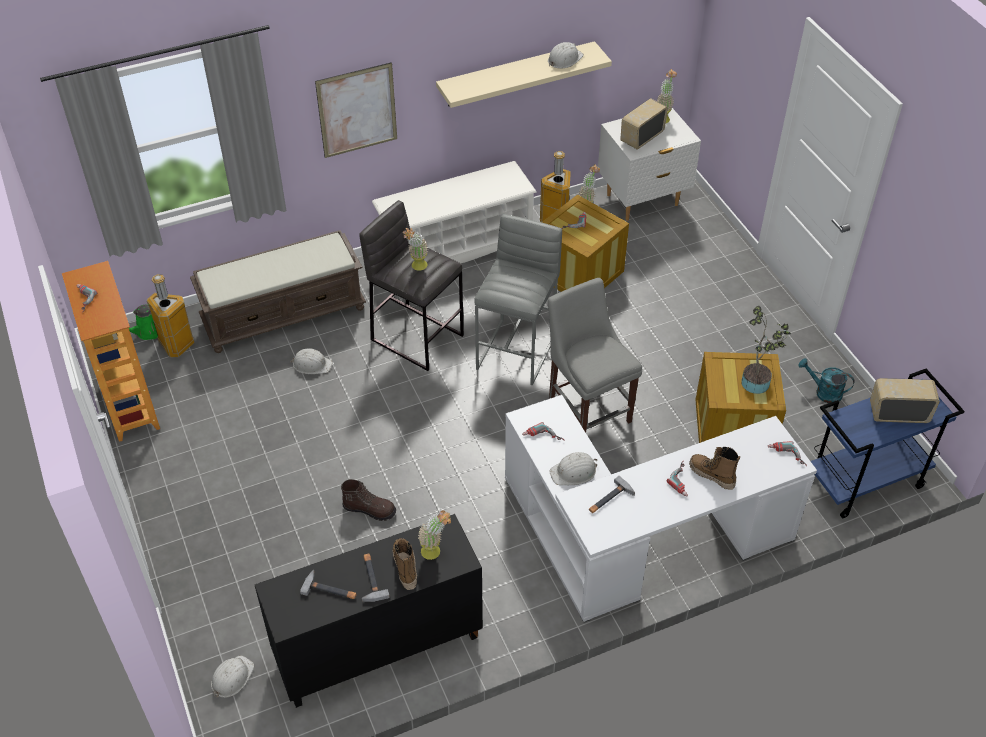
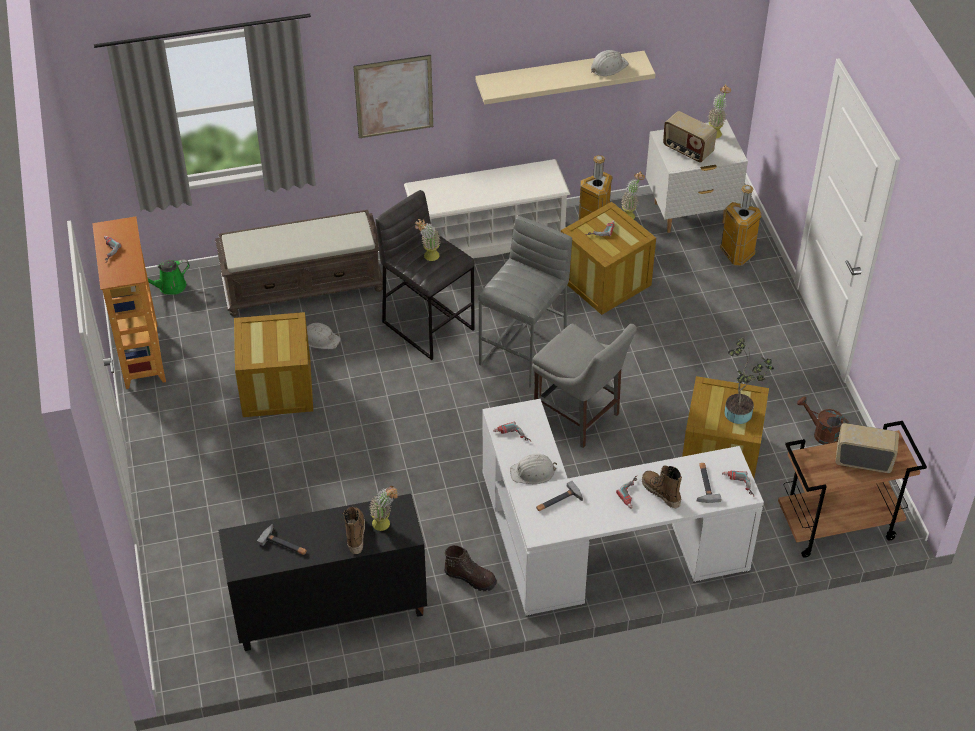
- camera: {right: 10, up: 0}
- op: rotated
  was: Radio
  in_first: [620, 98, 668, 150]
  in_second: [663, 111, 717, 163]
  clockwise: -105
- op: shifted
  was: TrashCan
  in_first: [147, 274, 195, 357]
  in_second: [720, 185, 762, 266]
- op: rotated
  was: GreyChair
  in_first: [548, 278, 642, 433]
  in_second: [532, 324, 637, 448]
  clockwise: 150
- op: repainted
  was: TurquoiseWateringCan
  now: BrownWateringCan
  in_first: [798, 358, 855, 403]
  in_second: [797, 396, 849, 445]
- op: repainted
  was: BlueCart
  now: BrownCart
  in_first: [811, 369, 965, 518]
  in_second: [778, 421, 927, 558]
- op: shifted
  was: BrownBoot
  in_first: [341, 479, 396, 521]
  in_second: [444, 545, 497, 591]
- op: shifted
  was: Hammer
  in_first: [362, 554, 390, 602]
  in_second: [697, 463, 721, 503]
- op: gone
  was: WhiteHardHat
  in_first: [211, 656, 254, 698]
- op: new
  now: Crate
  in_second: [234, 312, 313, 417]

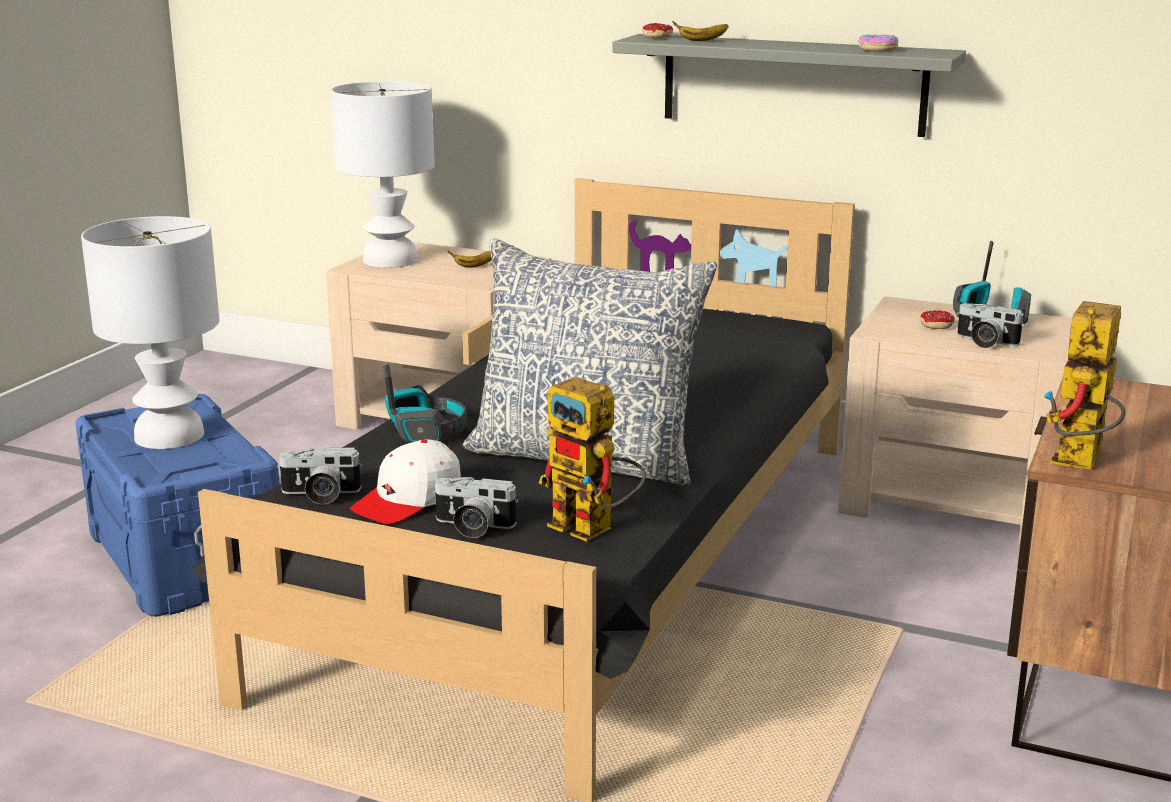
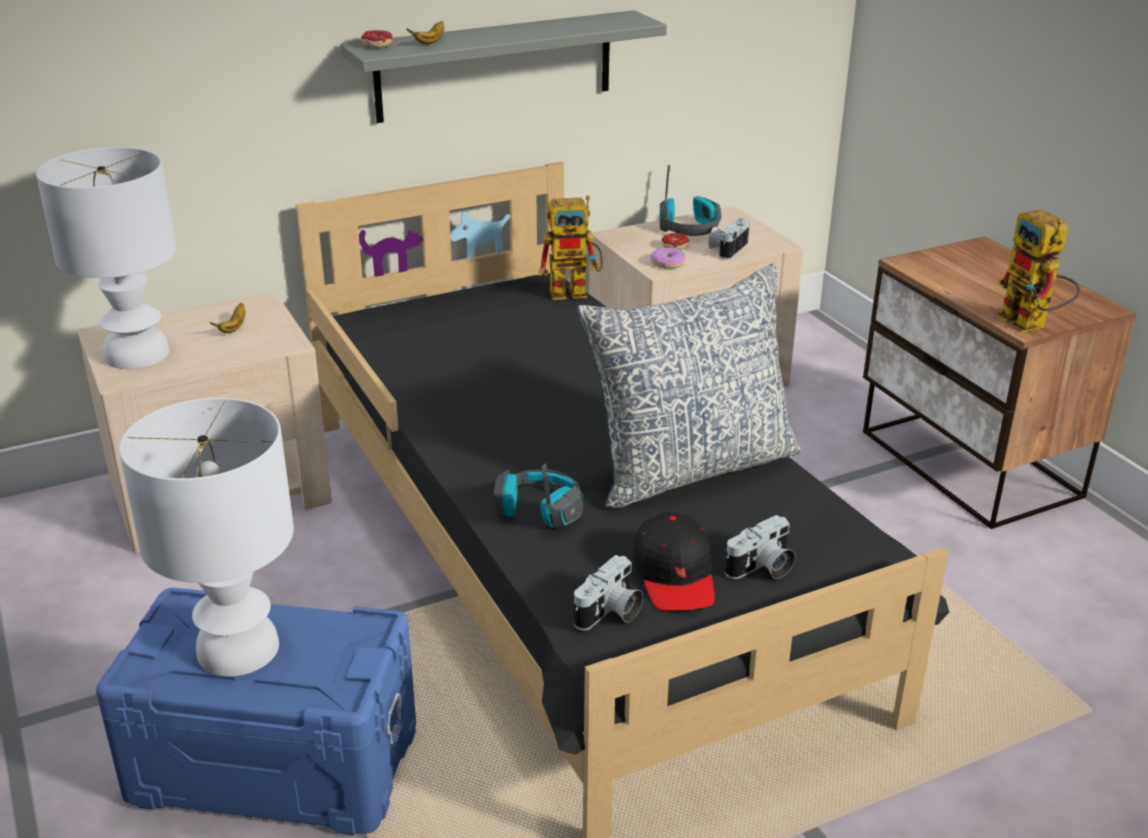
- camera: {right: -50, up: 10}
- op: shifted
  was: Donut
  in_first: [858, 34, 898, 52]
  in_second: [650, 247, 686, 269]
- op: rotated
  was: PhotoCamera
  in_first: [957, 303, 1024, 348]
  in_second: [709, 218, 750, 260]
  clockwise: 135
- op: shifted
  was: ToyRobot
  in_first: [539, 377, 646, 542]
  in_second: [538, 195, 603, 300]
- op: repainted
  was: WhiteCap
  now: BlackCap
  in_first: [350, 439, 461, 524]
  in_second: [633, 512, 715, 611]

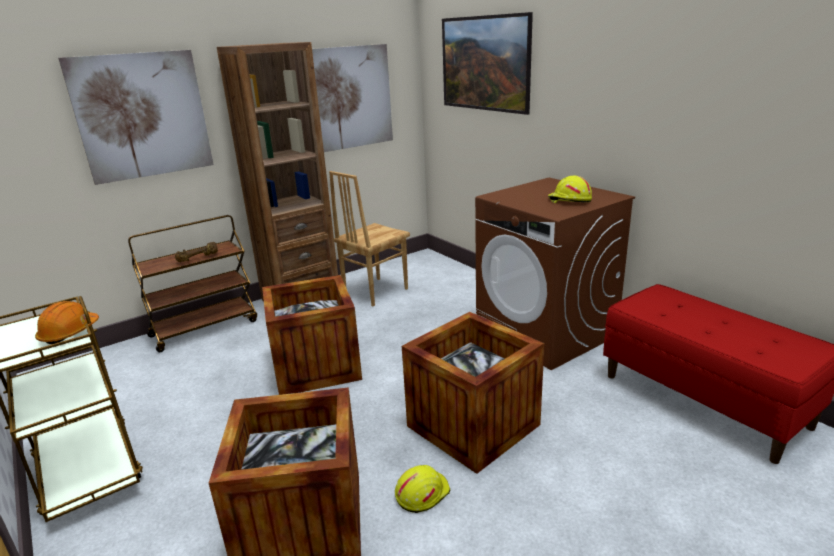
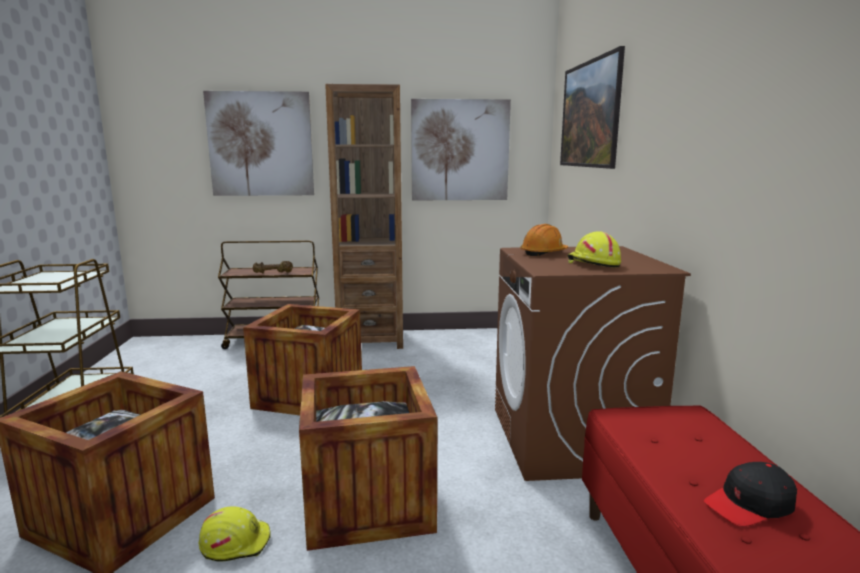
- camera: {right: 30, up: -10}
- op: gone
  was: BrownChair
  in_first: [329, 171, 410, 306]
- op: shifted
  was: OrangeHardHat
  in_first: [35, 301, 99, 344]
  in_second: [520, 224, 568, 256]
- op: new
  now: BlackCap
  in_second: [704, 462, 797, 526]

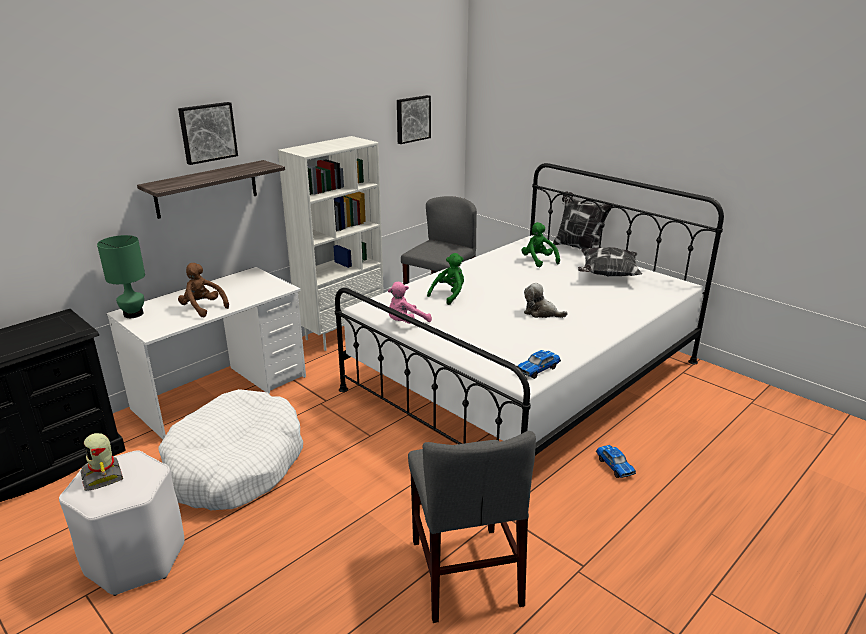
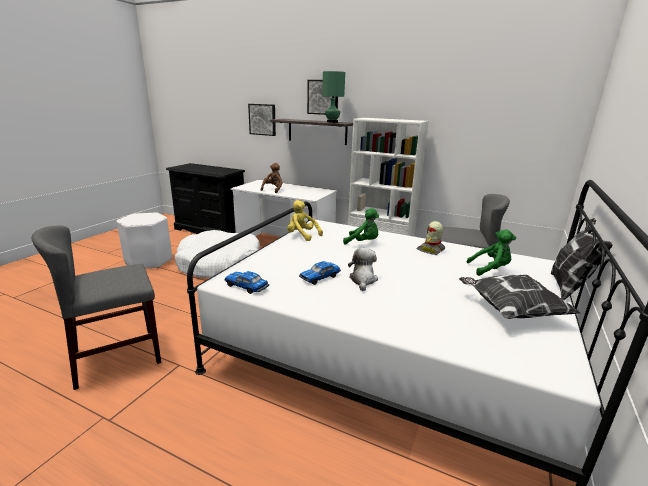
- camera: {right: 70, up: -5}
- op: shifted
  was: Picture
  in_first: [397, 95, 431, 144]
  in_second: [248, 104, 276, 136]
- op: rotated
  was: GreenPlushToy
  in_first: [521, 222, 560, 267]
  in_second: [467, 229, 516, 276]
  clockwise: 45
- op: shifted
  was: GreenTableLamp
  in_first: [97, 235, 145, 318]
  in_second: [322, 71, 345, 123]
- op: repainted
  was: PinkPlushToy
  now: YellowPlushToy
  in_first: [388, 282, 432, 324]
  in_second: [287, 200, 323, 241]
- op: shifted
  was: ToyRobot
  in_first: [81, 433, 123, 491]
  in_second: [417, 221, 445, 255]
- op: shifted
  was: ToyCar
  in_first: [596, 445, 636, 478]
  in_second: [299, 261, 341, 285]

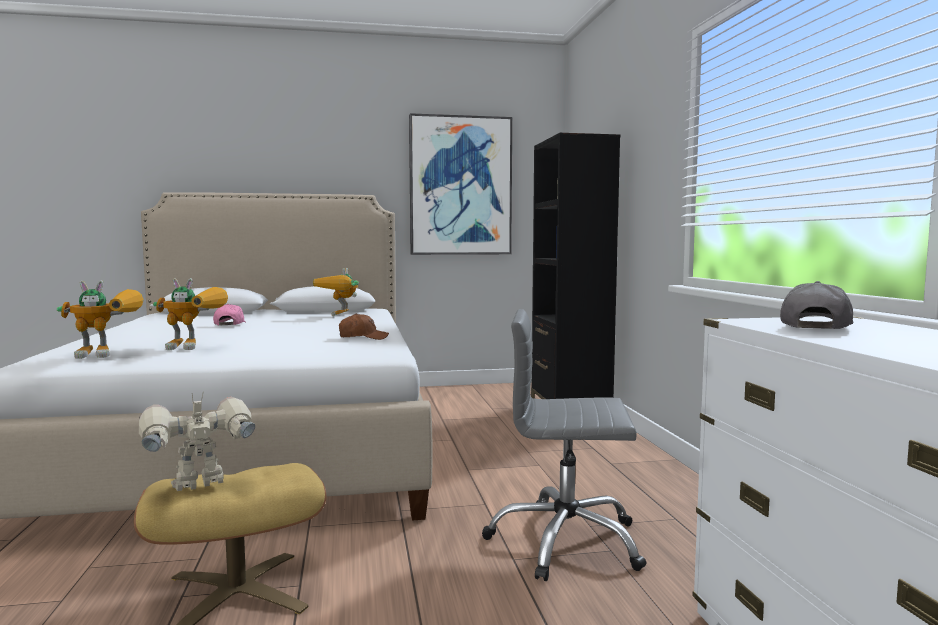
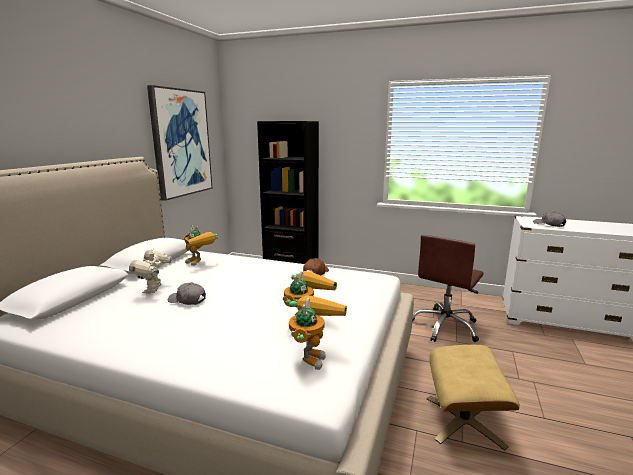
- camera: {right: -60, up: 10}
- op: repainted
  was: PinkCap
  now: GreyCap
  in_first: [213, 304, 246, 326]
  in_second: [168, 282, 206, 305]
- op: repainted
  was: GreyOfficeChair
  now: BrownOfficeChair
  in_first: [482, 309, 647, 581]
  in_second: [412, 235, 484, 342]
- op: shifted
  was: ToyRobot
  in_first: [139, 391, 255, 491]
  in_second: [129, 250, 172, 294]

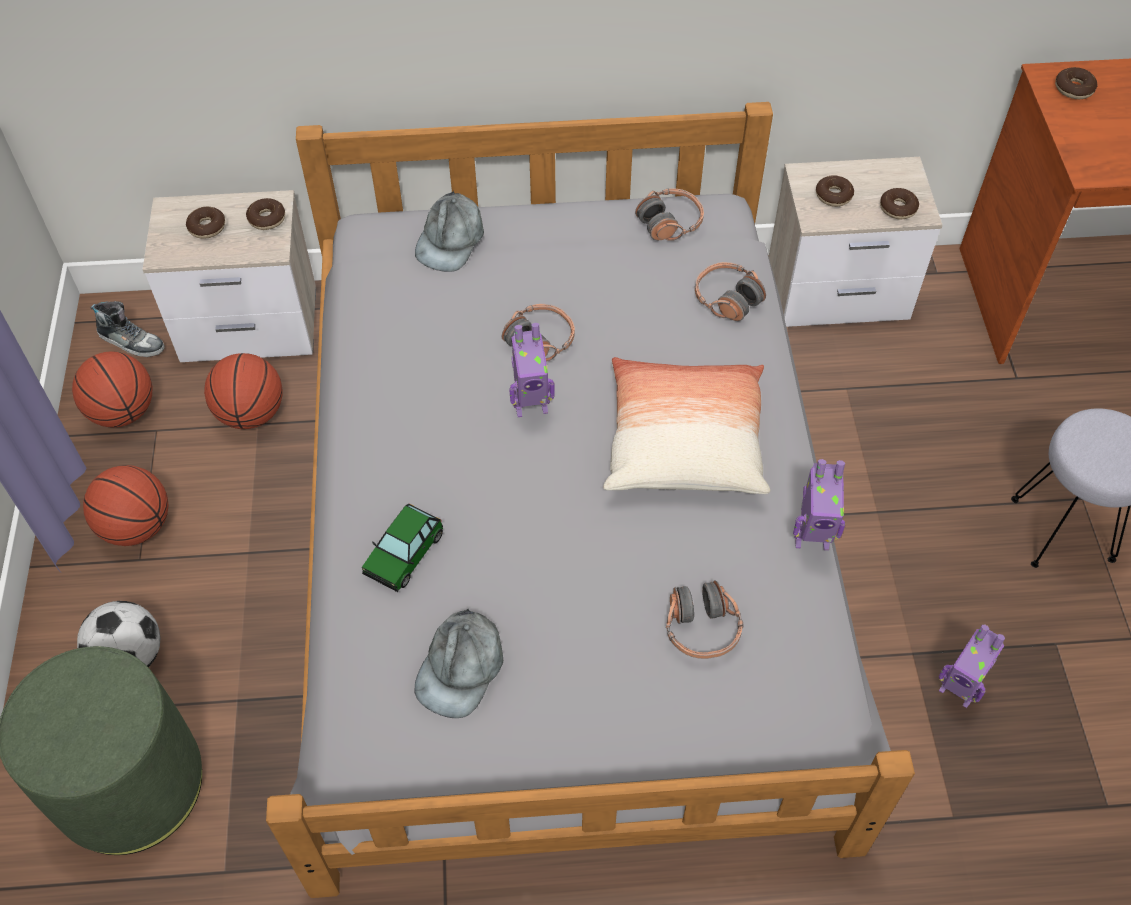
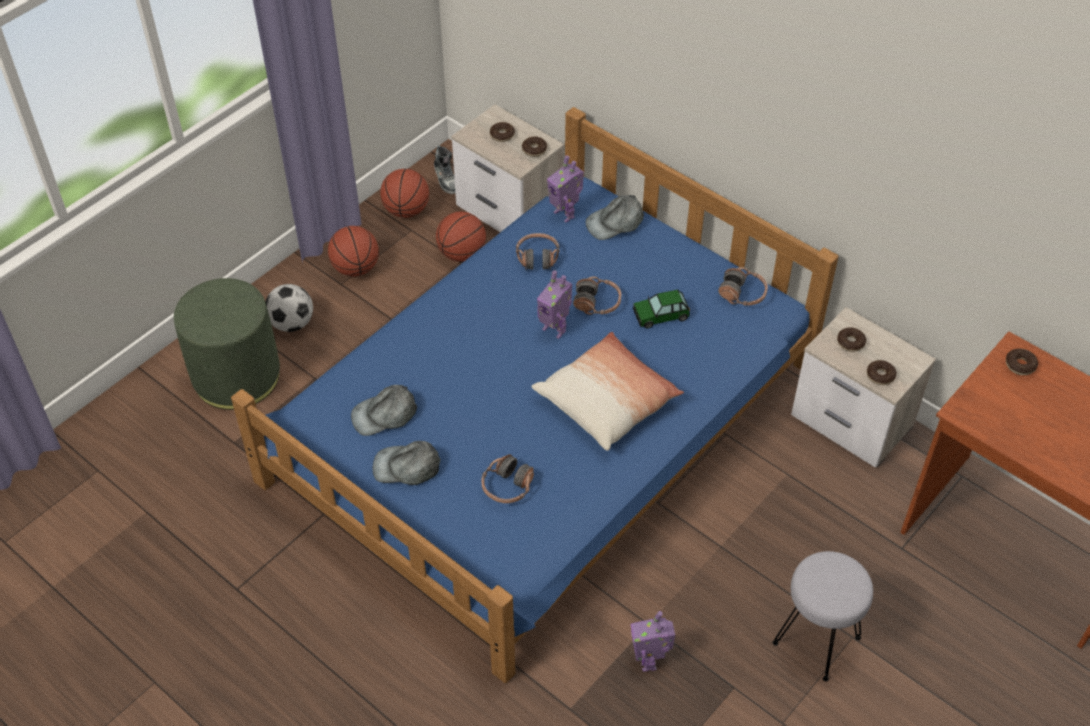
- camera: {right: 45, up: -5}
- op: repainted
  was: GreyBed
  now: BlueBed
  in_first: [266, 102, 915, 898]
  in_second: [231, 107, 839, 683]
- op: shifted
  was: Headphones
  in_first: [695, 262, 766, 321]
  in_second: [516, 233, 560, 270]
- op: shifted
  was: ToyRobot
  in_first: [793, 459, 845, 550]
  in_second: [547, 155, 584, 223]
- op: shifted
  was: ToyCar
  in_first: [362, 503, 443, 592]
  in_second: [633, 290, 690, 328]
- op: new
  now: GreyCap
  in_second: [373, 441, 440, 485]

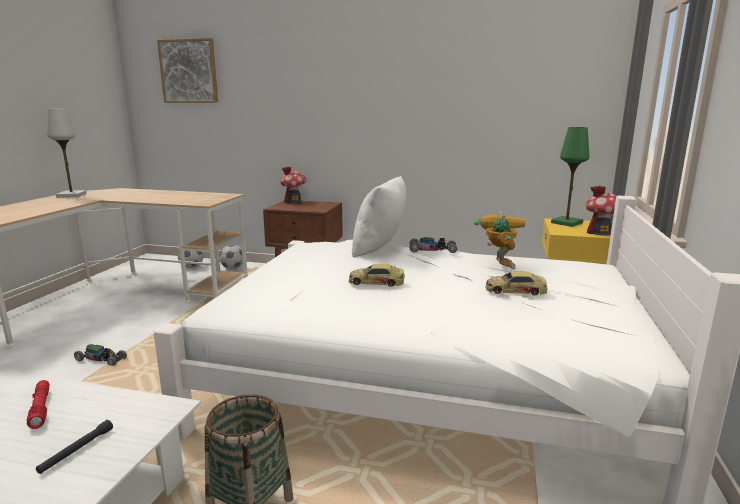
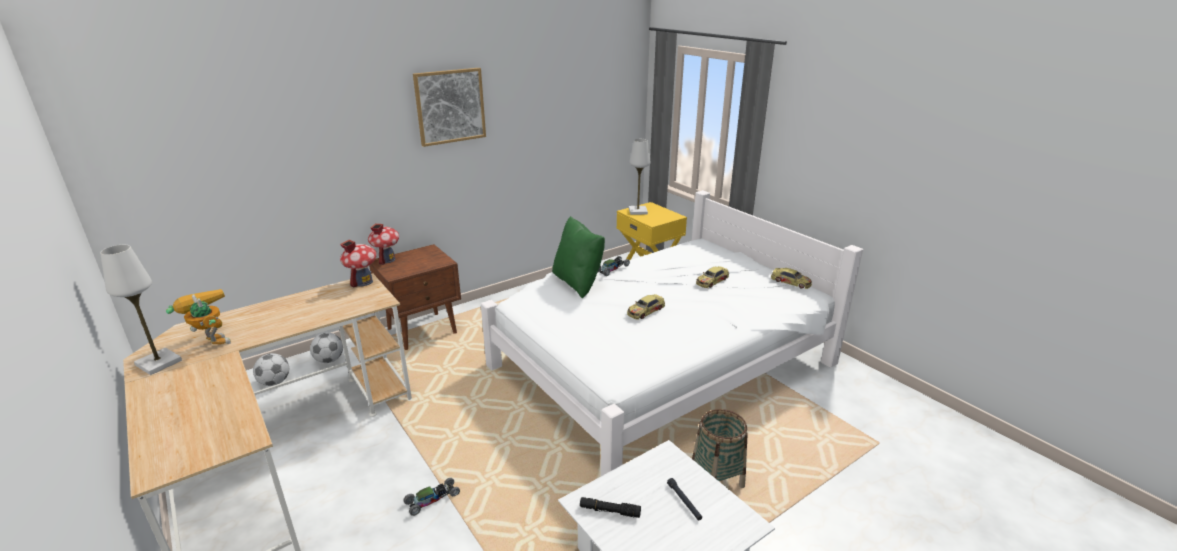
- camera: {right: -50, up: 10}
- op: shifted
  was: Picture
  in_first: [157, 38, 218, 103]
  in_second: [413, 68, 486, 147]
- op: repainted
  was: GreenTableLamp
  now: WhiteTableLamp
  in_first: [551, 127, 589, 227]
  in_second: [629, 139, 651, 215]
- op: repainted
  was: WhitePillow
  now: GreenPillow
  in_first: [352, 176, 406, 257]
  in_second: [552, 216, 605, 299]
- op: shifted
  was: ToyHouse
  in_first: [585, 185, 617, 236]
  in_second: [340, 240, 377, 288]
- op: shifted
  was: ToyRobot
  in_first: [474, 211, 525, 270]
  in_second: [166, 289, 231, 344]
- op: repainted
  was: RedFlashlight
  now: BlackFlashlight
  in_first: [27, 380, 50, 429]
  in_second: [580, 497, 641, 518]
- op: new
  now: ToyCar
  in_second: [771, 268, 812, 289]

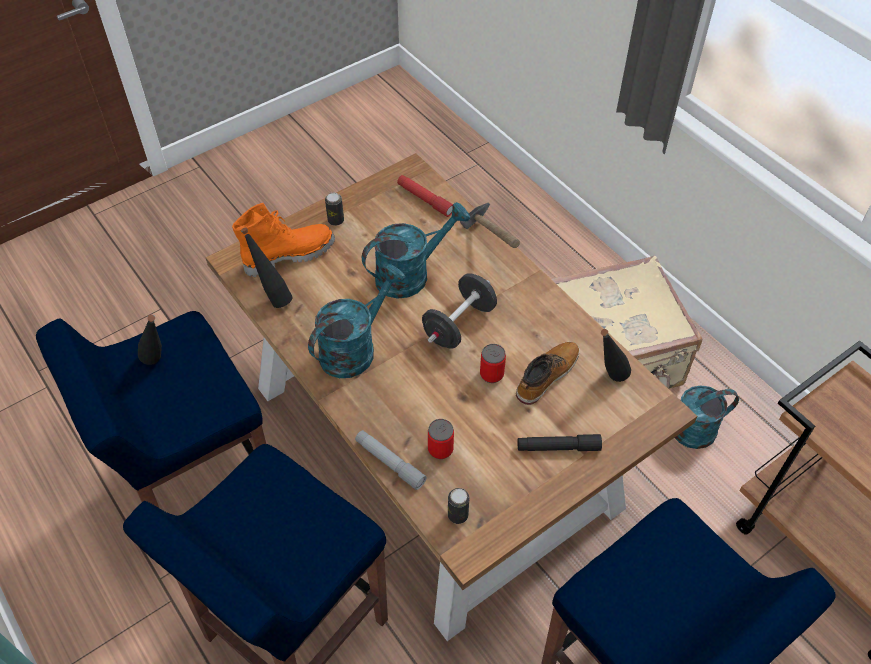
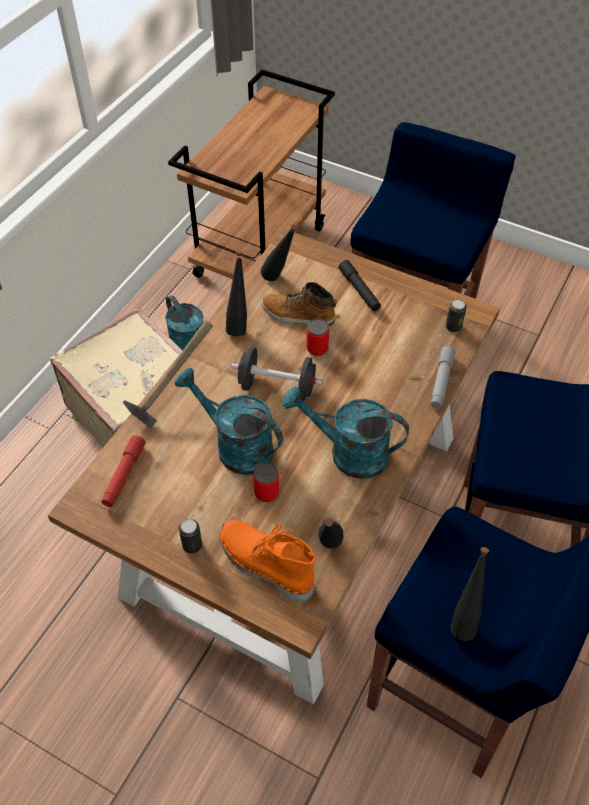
- camera: {right: -115, up: 0}
- op: shifted
  was: Can
  in_first: [428, 419, 454, 459]
  in_second: [253, 463, 279, 502]
- op: new
  now: BlackBottle
  in_second: [226, 251, 247, 336]

